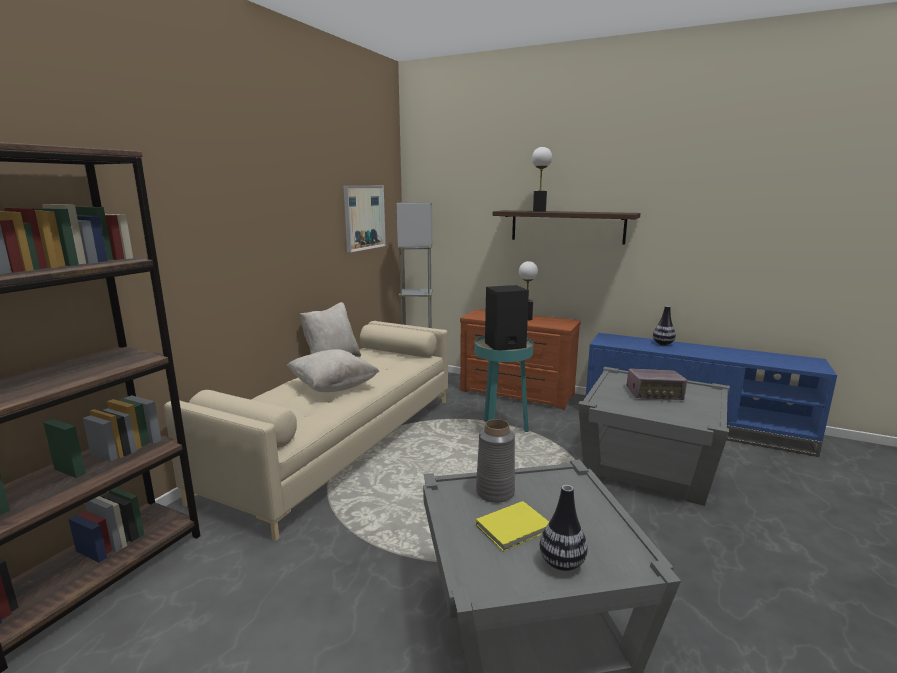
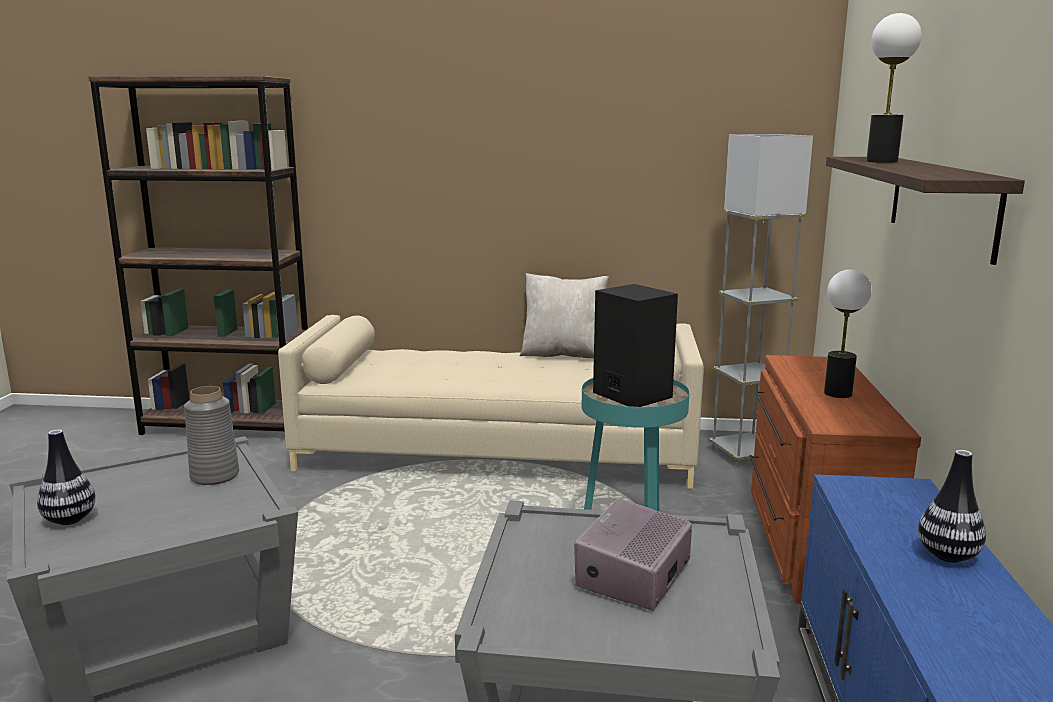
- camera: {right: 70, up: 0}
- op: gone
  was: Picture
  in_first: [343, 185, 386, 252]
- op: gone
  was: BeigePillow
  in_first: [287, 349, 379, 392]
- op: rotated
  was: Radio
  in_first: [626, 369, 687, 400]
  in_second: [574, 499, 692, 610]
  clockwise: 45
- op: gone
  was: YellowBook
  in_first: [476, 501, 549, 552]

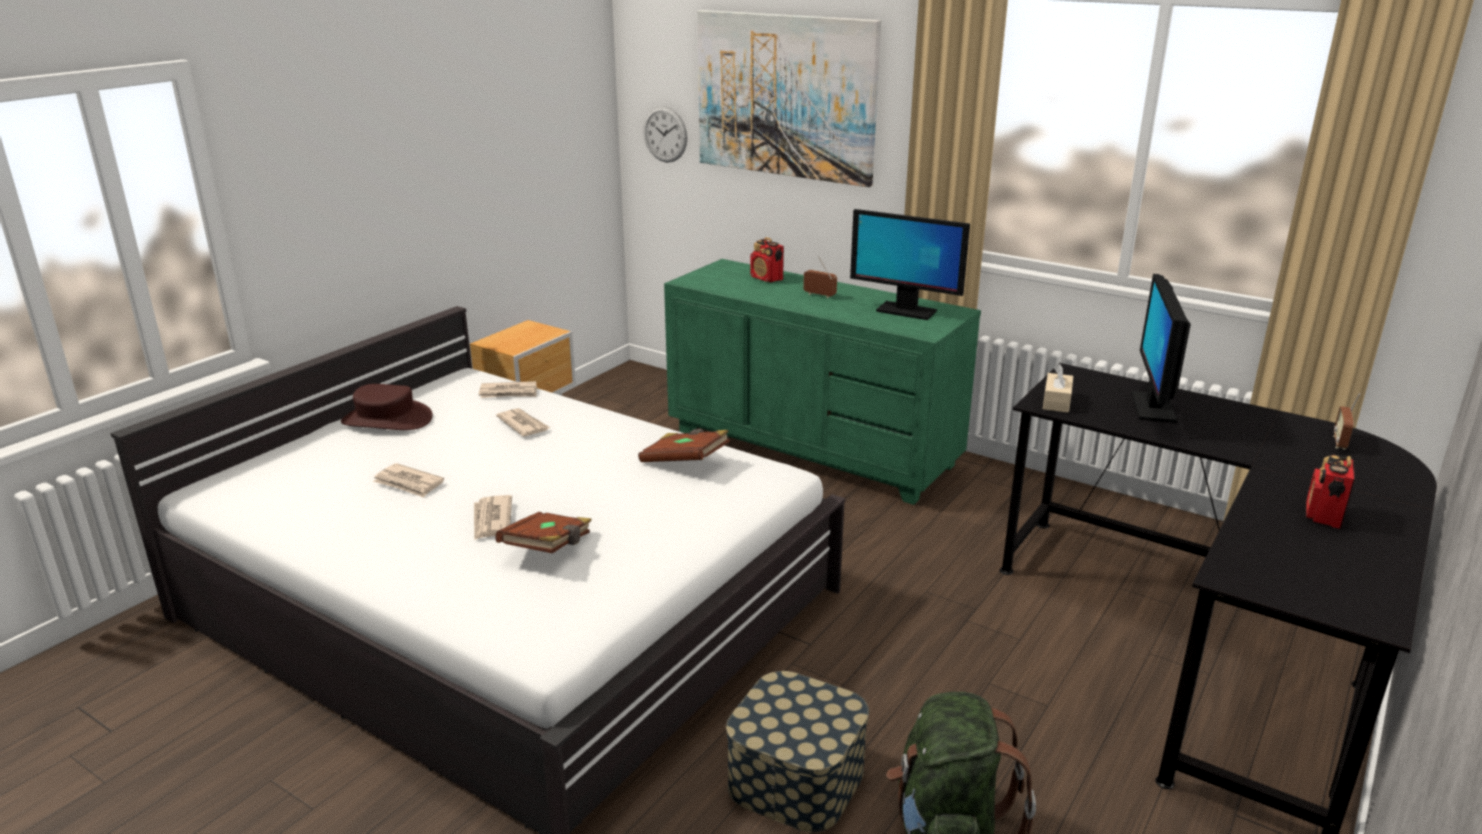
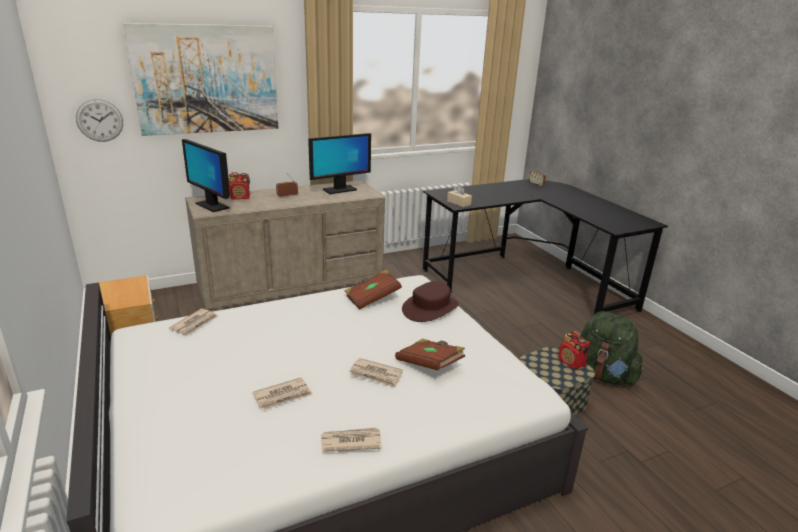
- camera: {right: -60, up: 0}
- op: repainted
  was: GreenDresser
  now: BeigeDresser
  in_first: [664, 259, 981, 505]
  in_second: [185, 180, 385, 312]
- op: shifted
  was: Monitor
  in_first: [1131, 274, 1191, 423]
  in_second: [182, 139, 230, 212]
- op: shifted
  was: BrownHat
  in_first: [341, 384, 433, 430]
  in_second: [402, 281, 459, 322]
- op: shifted
  was: Newspaper
  in_first: [496, 408, 550, 437]
  in_second: [321, 427, 382, 452]
- op: shifted
  was: Radio
  in_first: [1306, 455, 1355, 529]
  in_second: [558, 331, 590, 369]

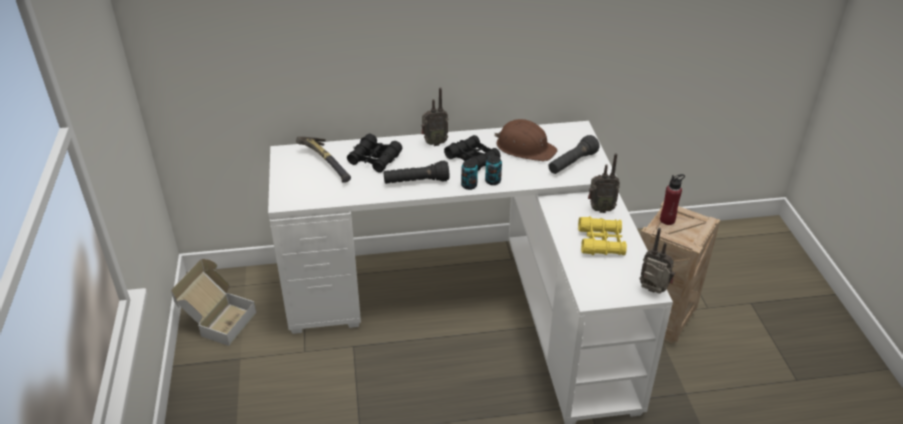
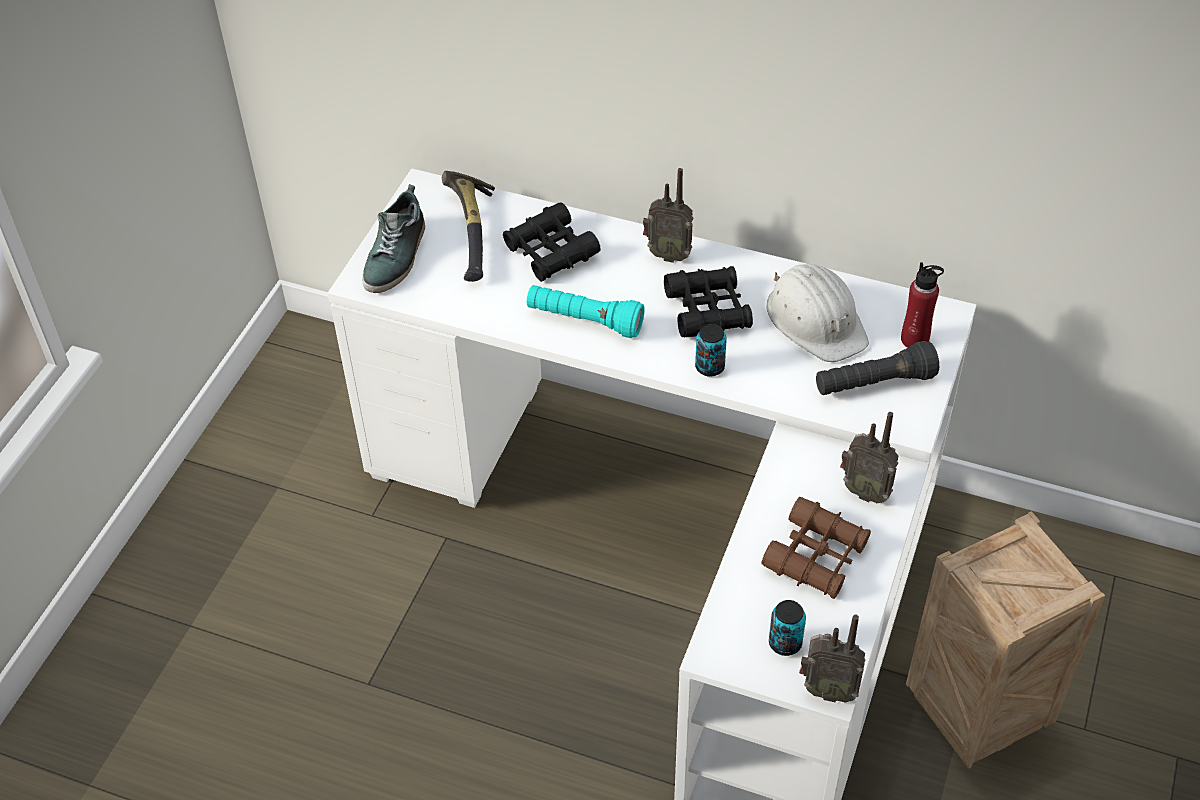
- camera: {right: 30, up: 10}
- op: repainted
  was: BrownHardHat
  now: WhiteHardHat
  in_first: [494, 119, 558, 162]
  in_second: [767, 264, 869, 362]
- op: shifted
  was: Can
  in_first: [461, 160, 478, 190]
  in_second: [769, 600, 806, 656]
- op: repainted
  was: BlackFlashlight
  now: TurquoiseFlashlight
  in_first: [384, 161, 449, 184]
  in_second: [527, 285, 645, 338]
- op: shifted
  was: RedBottle
  in_first: [660, 174, 685, 225]
  in_second: [901, 262, 944, 348]
- op: repainted
  was: YellowBinoculars
  now: BrownBinoculars
  in_first: [578, 216, 627, 255]
  in_second: [762, 497, 871, 599]
- op: rotated
  was: Radio
  in_first: [639, 228, 675, 294]
  in_second: [799, 615, 865, 703]
  clockwise: 135
- op: gone
  was: CardboardBox
  in_first: [171, 259, 257, 346]
- op: new
  now: Shoe
  in_second: [362, 184, 425, 293]

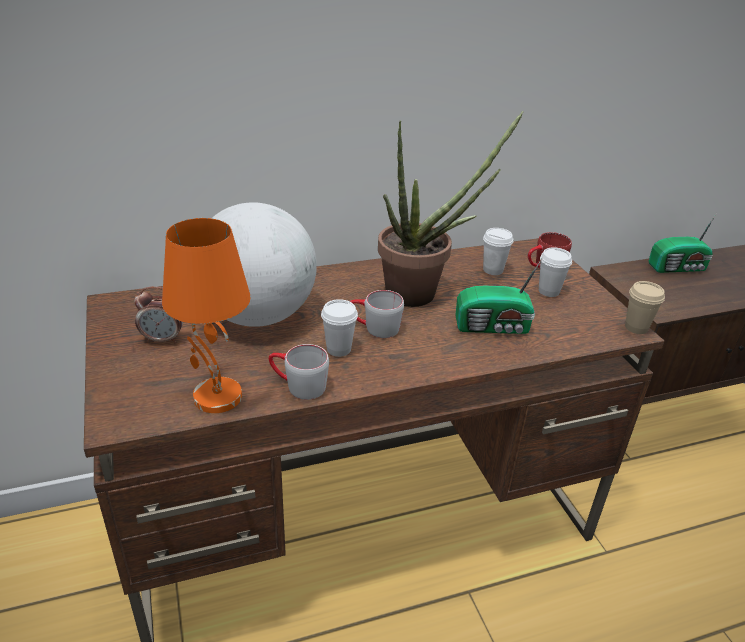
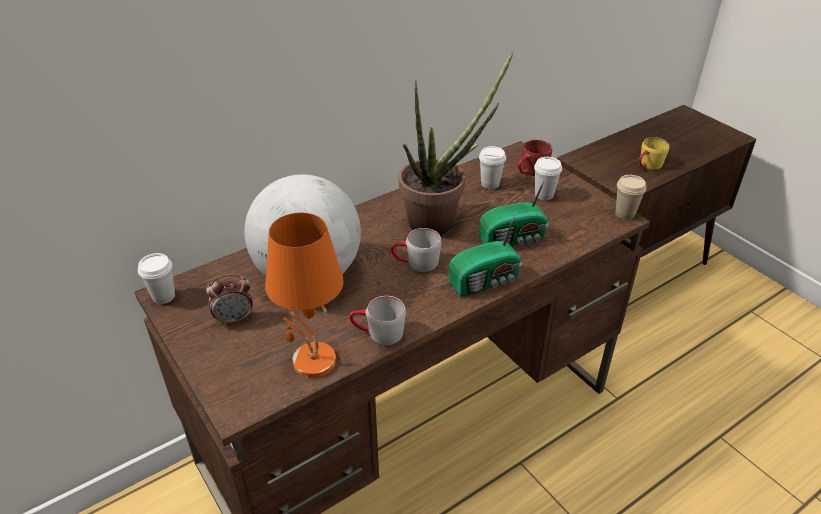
- camera: {right: -15, up: 5}
- op: shifted
  was: Radio
  in_first: [649, 213, 717, 273]
  in_second: [449, 209, 522, 297]
- op: shifted
  was: WhiteCup
  in_first: [321, 299, 358, 357]
  in_second: [138, 253, 175, 304]
- op: new
  now: YellowMug
  in_second: [639, 137, 669, 170]

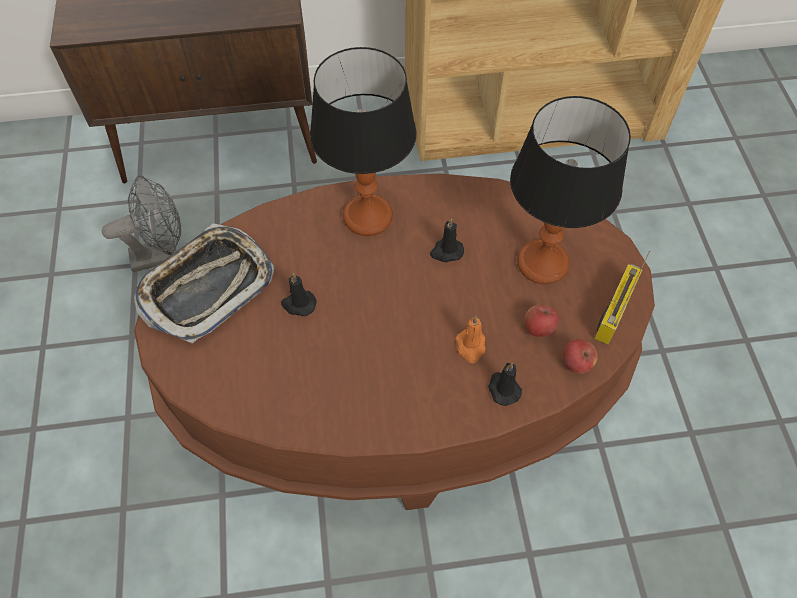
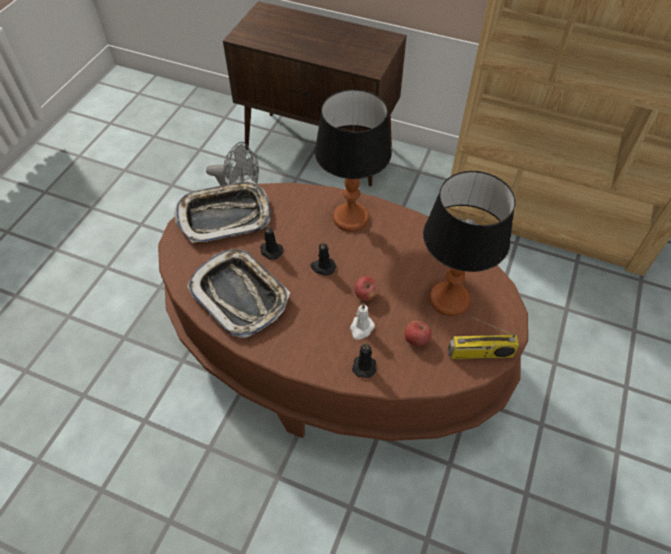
- camera: {right: 30, up: -5}
- op: shifted
  was: BlackCandle
  in_first: [430, 218, 464, 262]
  in_second: [310, 241, 336, 276]
- op: rotated
  was: Radio
  in_first: [594, 251, 650, 345]
  in_second: [447, 317, 519, 359]
  clockwise: -150
- op: repainted
  was: OrangeCandle
  now: WhiteCandle
  in_first: [455, 316, 486, 363]
  in_second: [350, 303, 375, 340]
- op: shifted
  was: Apple
  in_first: [563, 339, 598, 374]
  in_second: [354, 276, 379, 301]
- op: new
  now: Tray
  in_second: [187, 249, 290, 338]

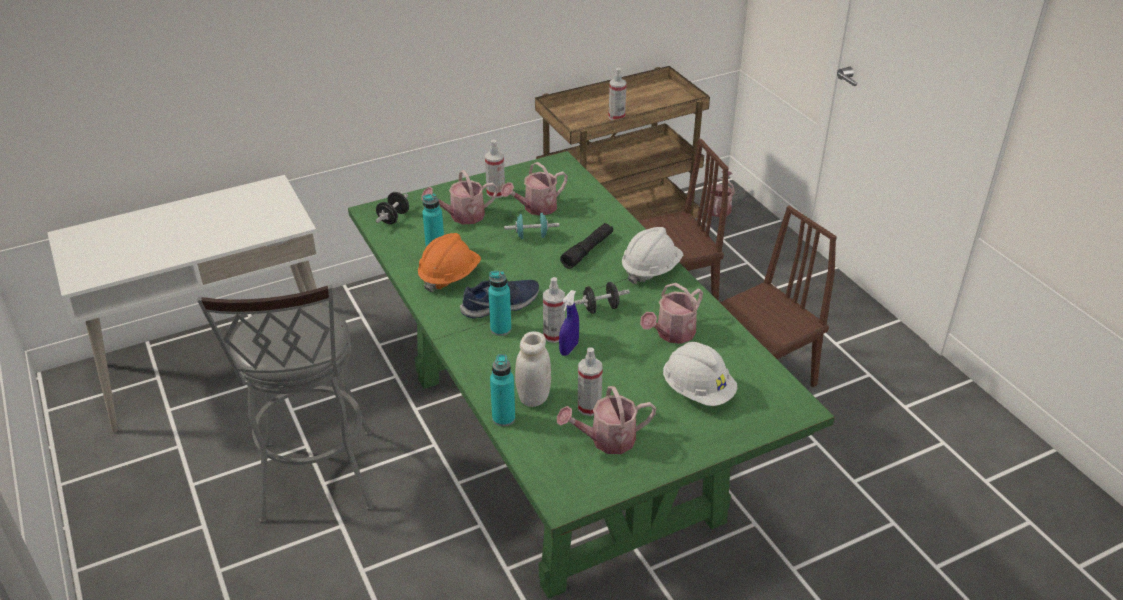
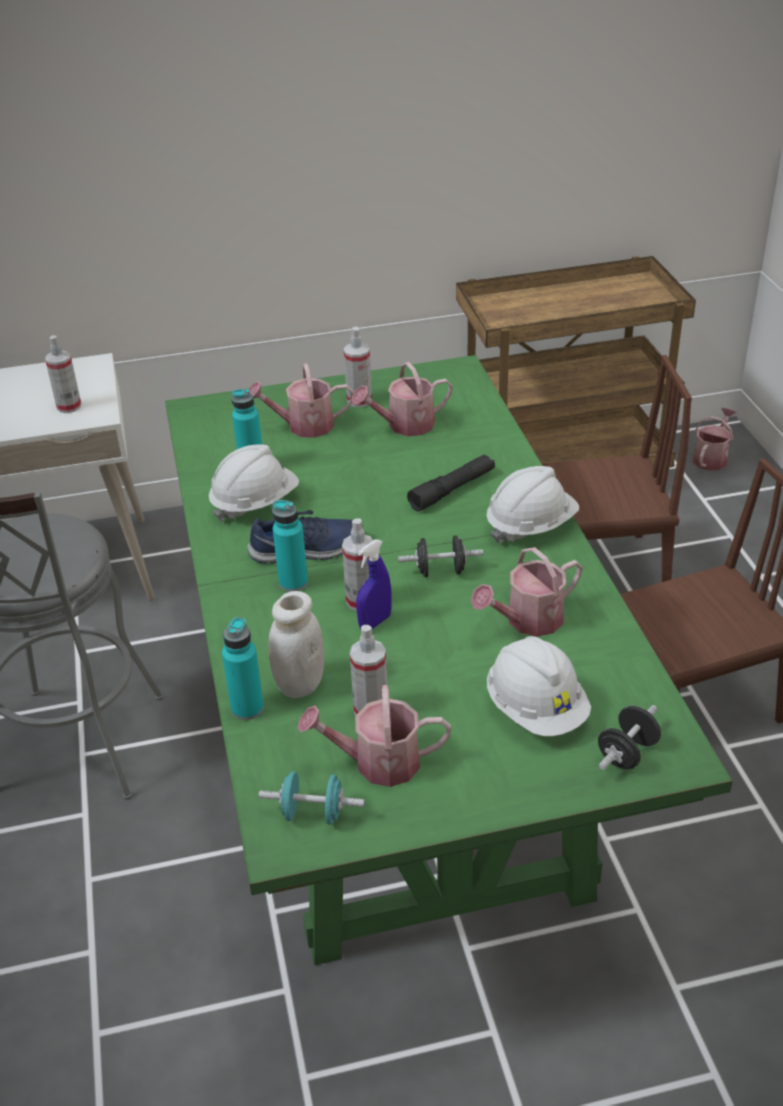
- camera: {right: 15, up: 0}
- op: shifted
  was: SprayBottle
  in_first: [608, 68, 627, 120]
  in_second: [45, 335, 81, 413]
- op: shifted
  was: BlackDumbbell
  in_first: [376, 192, 409, 224]
  in_second: [598, 705, 661, 770]
- op: shifted
  was: TurquoiseDumbbell
  in_first: [504, 213, 559, 239]
  in_second: [259, 771, 365, 825]
- op: repainted
  was: OrangeHardHat
  now: WhiteHardHat
  in_first: [418, 233, 481, 293]
  in_second: [209, 444, 299, 522]

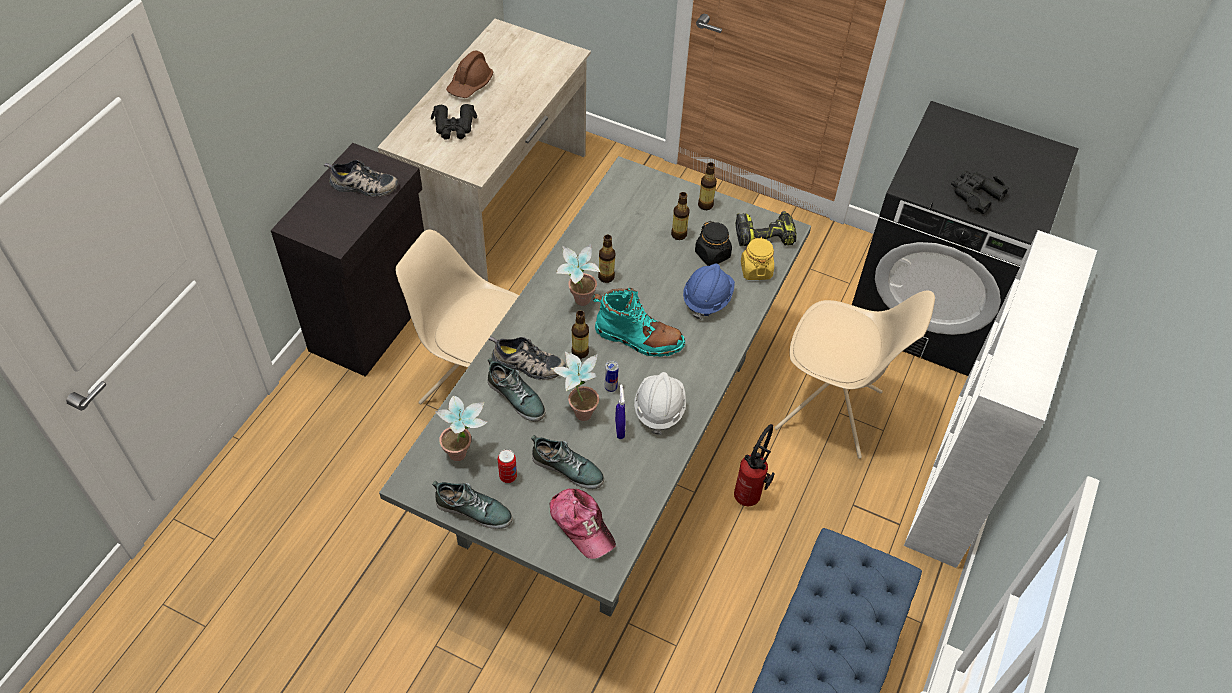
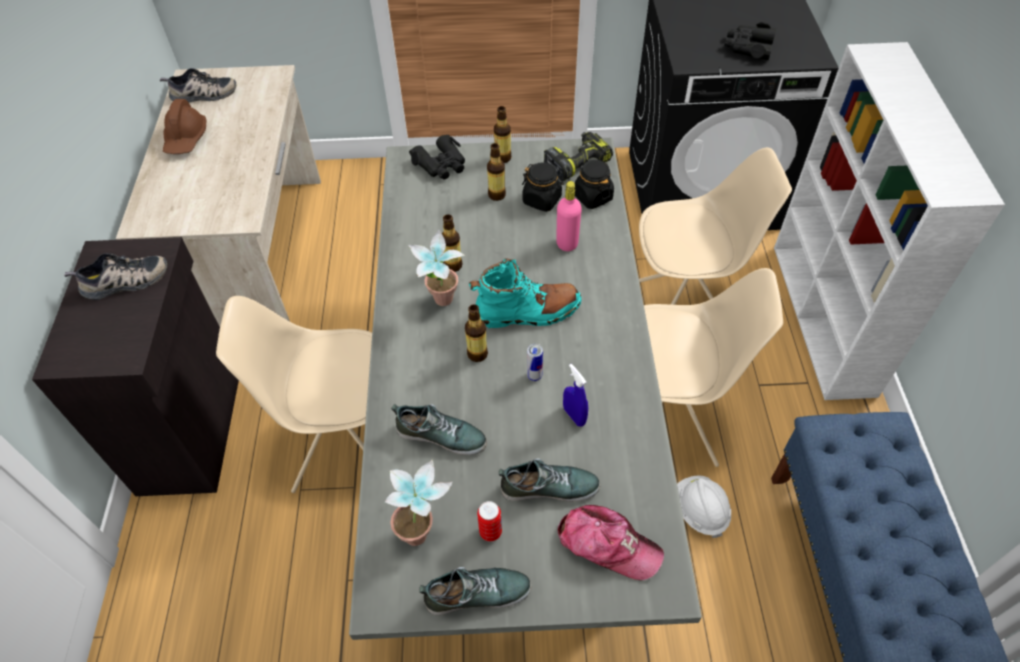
- camera: {right: -25, up: 0}
- op: shifted
  was: BlackBinoculars
  in_first: [431, 104, 477, 140]
  in_second: [409, 135, 465, 180]
- op: repainted
  was: YellowJar
  now: BlackJar
  in_first: [741, 237, 774, 280]
  in_second: [575, 159, 614, 209]
- op: swapped
  was: BlueHardHat
  now: PinkBottle
  in_first: [683, 263, 735, 320]
  in_second: [556, 181, 582, 251]
- op: shifted
  was: Shoe
  in_first: [489, 336, 566, 380]
  in_second: [160, 68, 236, 103]
- op: gone
  was: PottedPlant
  in_first: [551, 352, 599, 421]
- op: shifted
  was: WhiteHardHat
  in_first: [634, 372, 686, 435]
  in_second: [677, 475, 731, 538]
- op: swapped
  was: FireExtinguisher
  now: BeigeChair
  in_first: [734, 424, 775, 506]
  in_second: [644, 268, 783, 467]

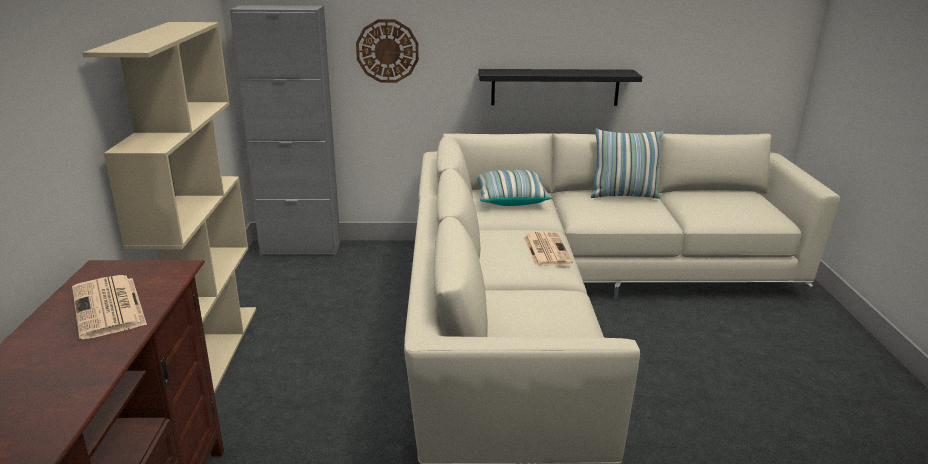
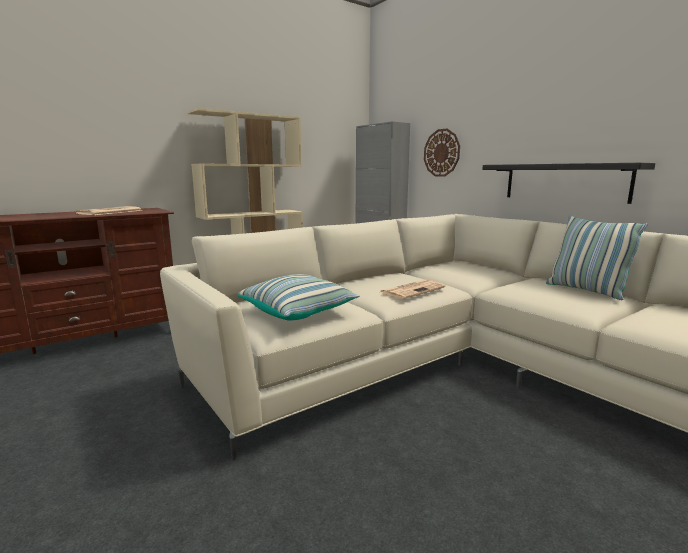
- camera: {right: 55, up: -10}
- op: shifted
  was: Pillow
  in_first: [477, 170, 552, 206]
  in_second: [237, 274, 360, 321]

